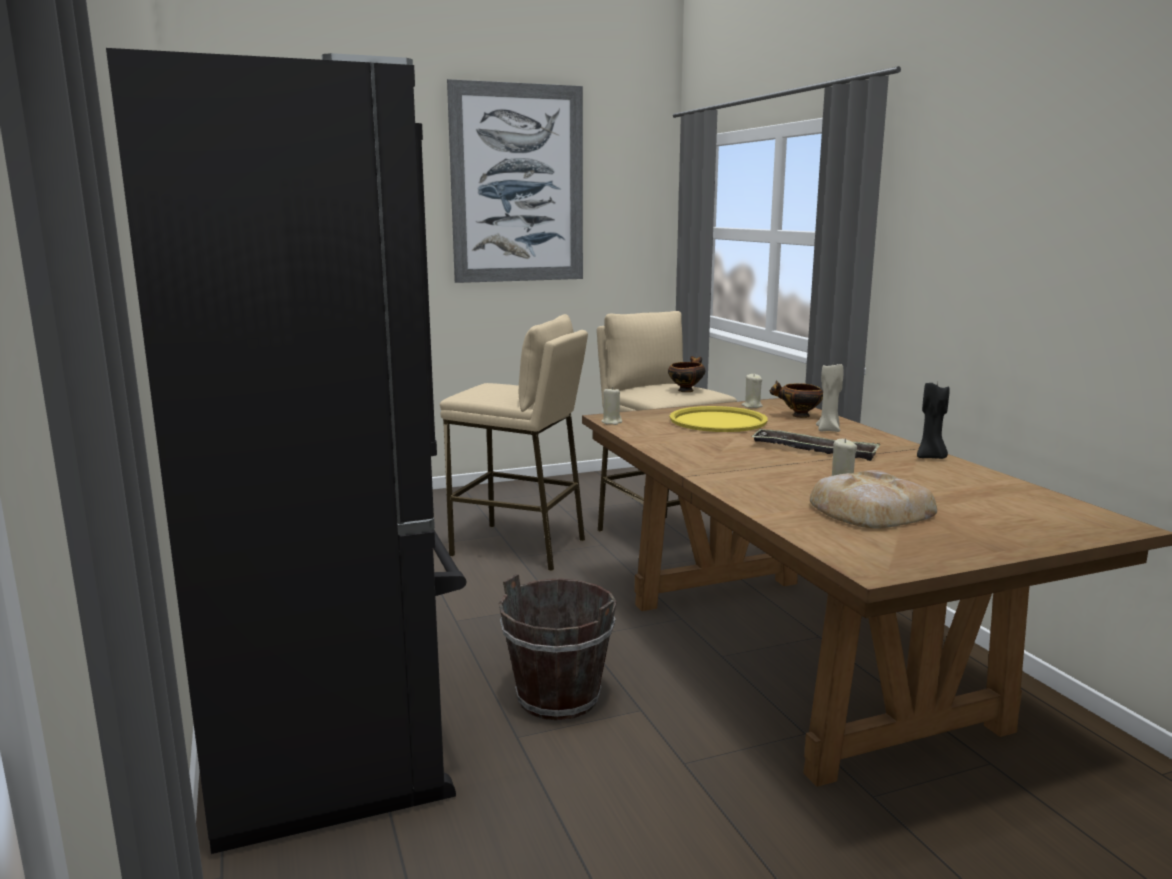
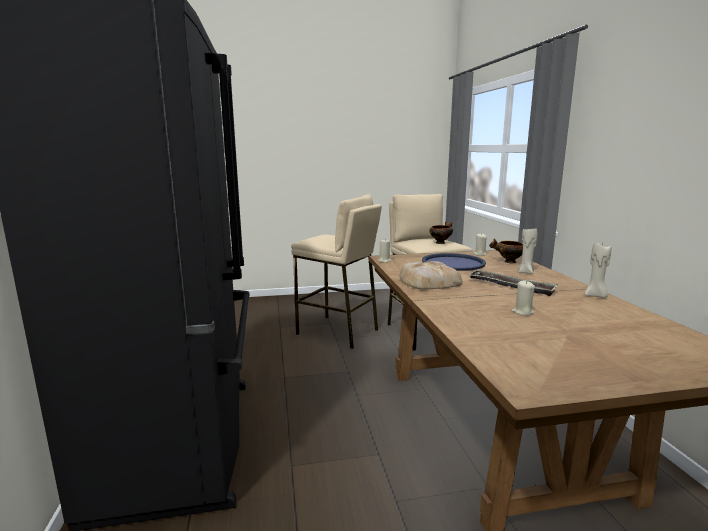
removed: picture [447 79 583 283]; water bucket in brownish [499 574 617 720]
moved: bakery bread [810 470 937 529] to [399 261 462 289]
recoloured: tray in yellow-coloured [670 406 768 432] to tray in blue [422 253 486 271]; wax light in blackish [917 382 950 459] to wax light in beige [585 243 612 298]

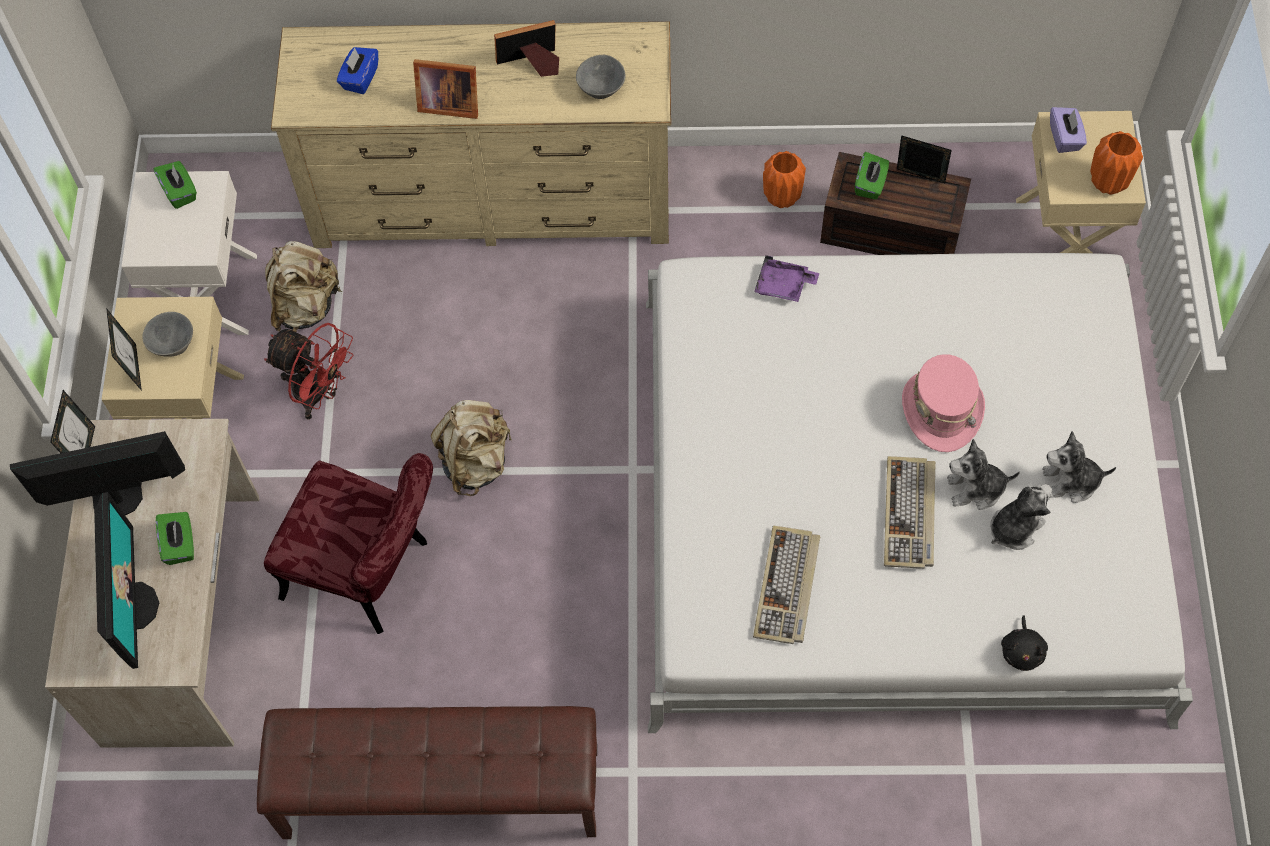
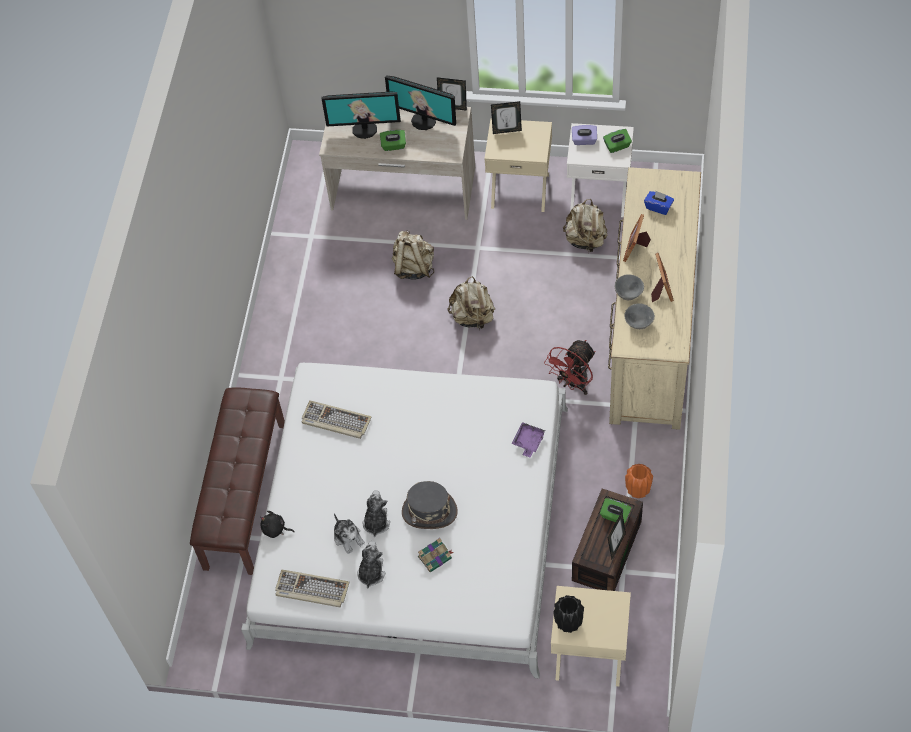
added: book [418 538 454 572]
moved: bowl in greyish [142 312 193 357] to [615 274 644 300]; bench in brownish [257 706 597 839] to [190 387 285 575]; fan in red-coloured [264 323 354 420] to [544 340 596 395]; computer keyboard [884 456 936 569] to [275 570 349 607]; tissue holder in purple [1050 107 1087 153] to [572 125 597 145]
replaced: chair in red-coloured [264 453 433 634] to backpack in beige [392 230 434 280]
recoloured: hat in pink-coloured [902 354 985 452] to hat in greyish [402 481 458 529]; flower vase in orange-coloured [1090 131 1143 195] to flower vase in blackish [554 595 584 633]
turned: computer display [10 431 185 515] = [385 75 456 130] 120 degrees clockwise

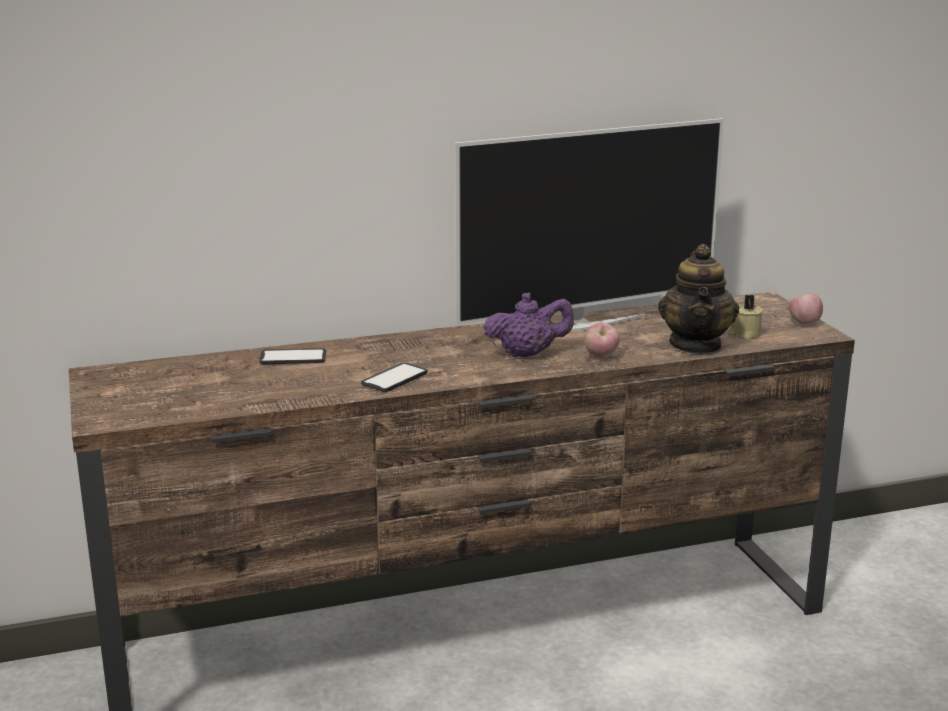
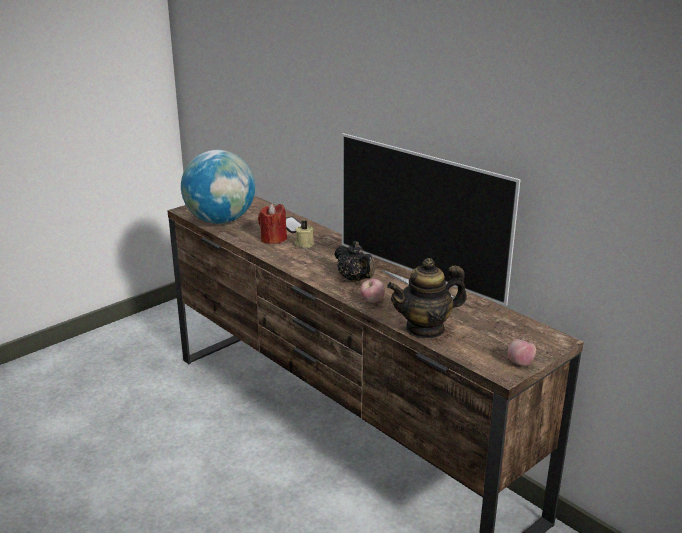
removed: phone [361 363 428 392]
added: world globe [181 150 255 224]; wax light in red-coloured [258 204 287 244]
moved: wax light in beige [728 294 763 339] to [295 220 314 248]
recoloured: teapot in purple [483 293 574 357] to teapot in blackish [334 241 375 282]

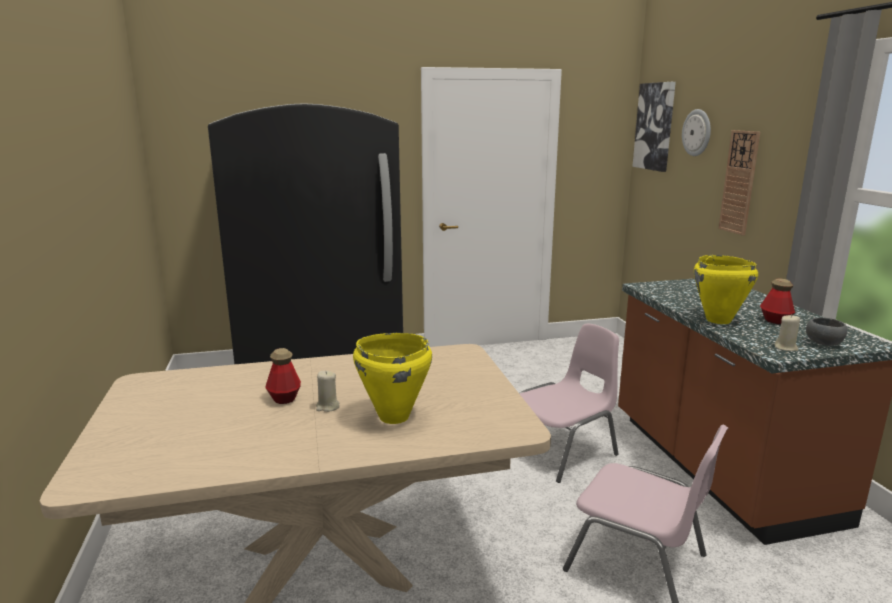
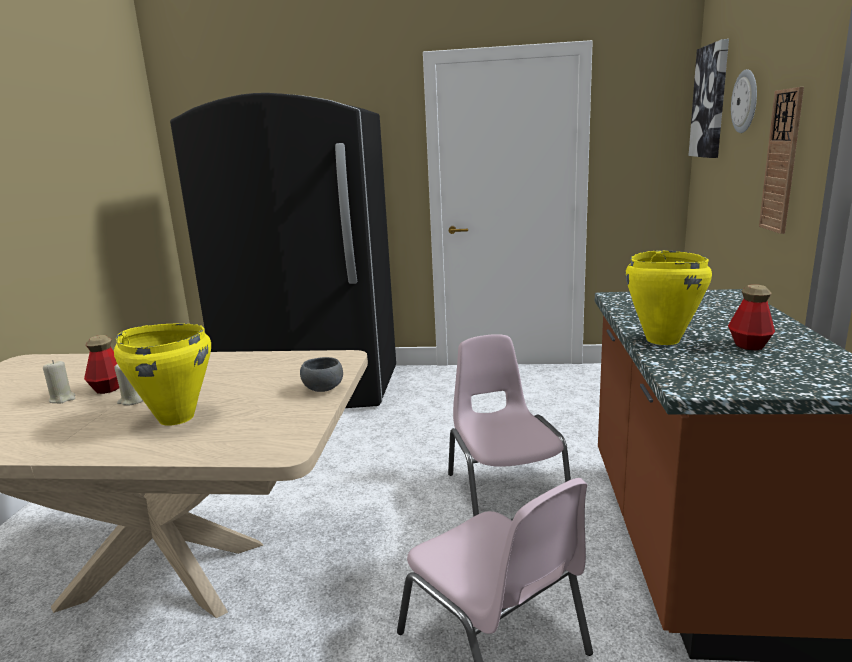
moved: wax light in beige [774 315 800 351] to [43 360 75 404]; bowl in greyish [806 318 847 346] to [300 357 343 392]
turned: chair in pink-coloured [519 324 619 483] = [448 334 571 517] 90 degrees counterclockwise

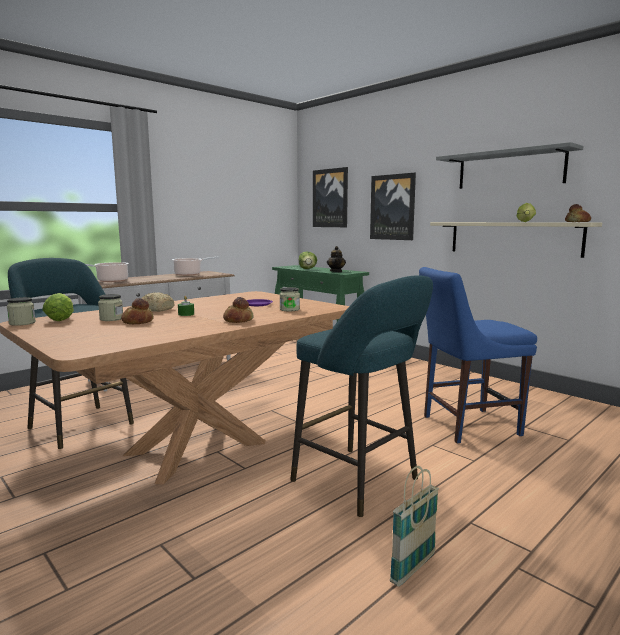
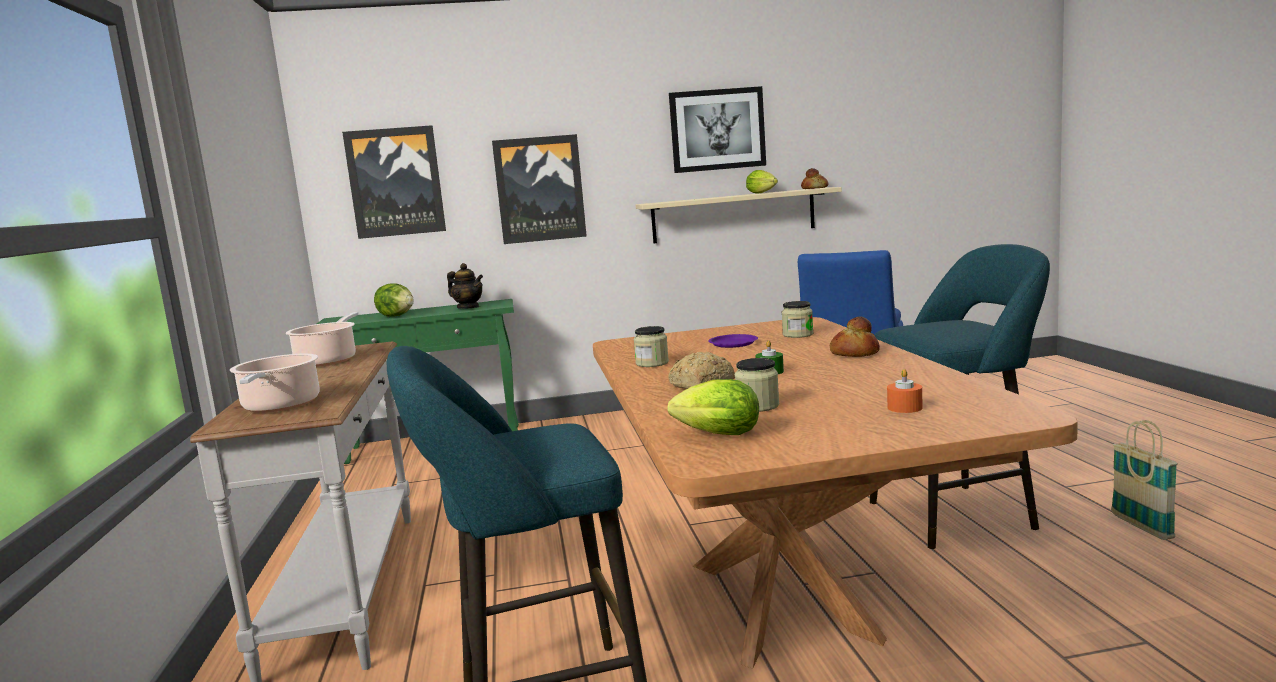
removed: bakery bread [121 298 154 324]
added: wax light in orange-coloured [887 369 923 413]
moved: jar [7 297 36 326] to [634 326 669 367]
replaced: bracket shelf in greyish [436 142 583 189] to picture [669 86 766 173]

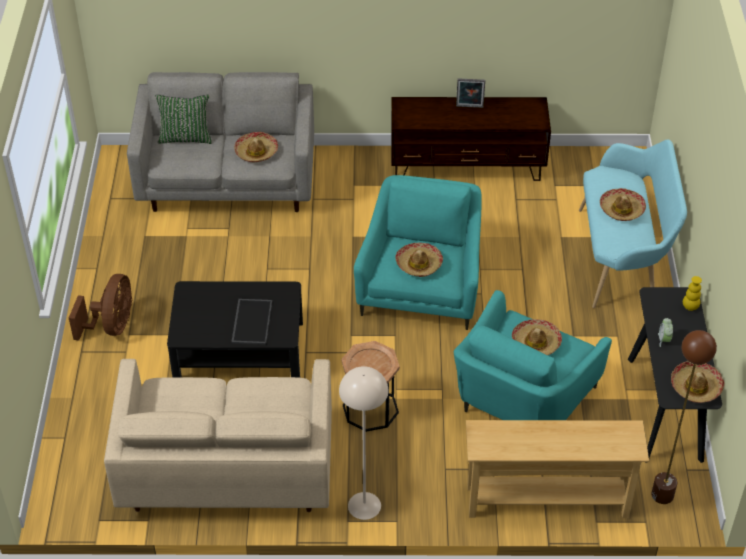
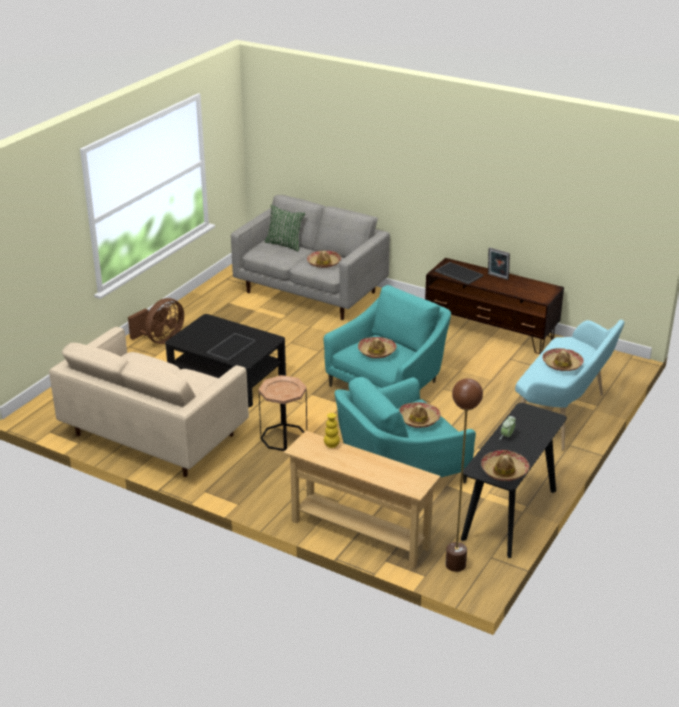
removed: standing lamp in beige [339 366 388 520]
added: tray [435 262 484 285]
moved: flower vase in yellow-coloured [683 276 702 311] to [324 413 340 448]

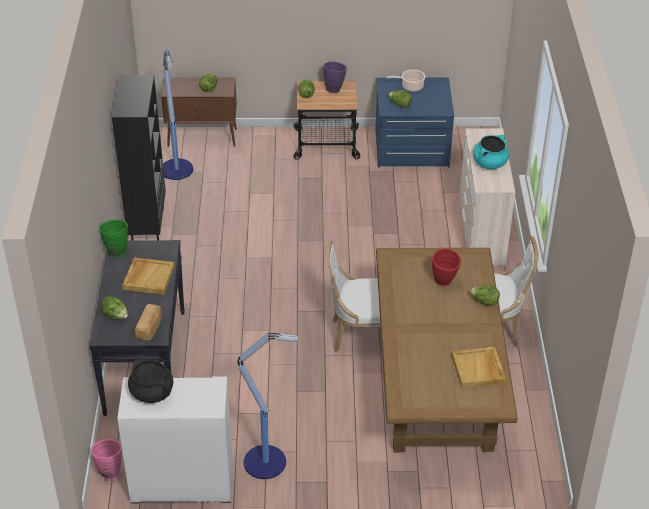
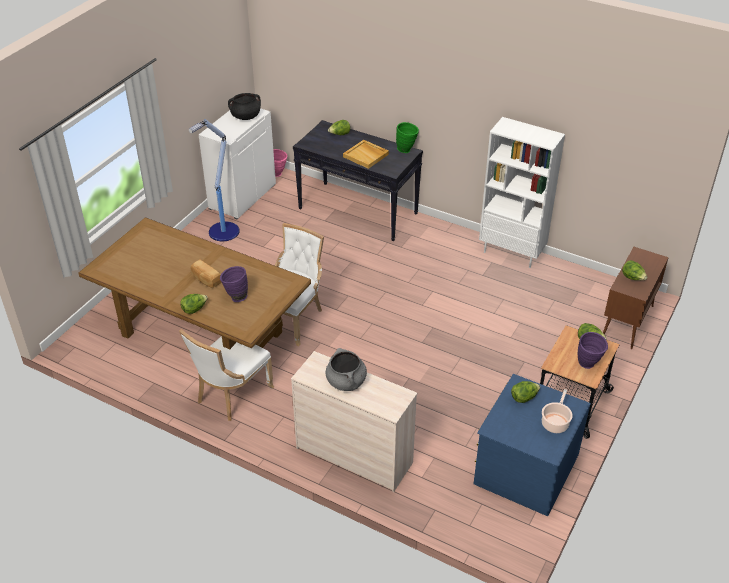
removed: standing lamp [163 50 193 180]; tray in beige [452 347 506 388]
moved: bakery bread [135 304 162 341] to [191 260 221 288]
recoloured: shelving unit in blackish [112 75 166 240] to shelving unit in white-coloured [479 117 565 268]; flower vase in red-coloured [432 248 461 287] to flower vase in purple [220 266 248 302]; cooking pot in blue-green [473 135 509 169] to cooking pot in greyish [326 348 367 391]

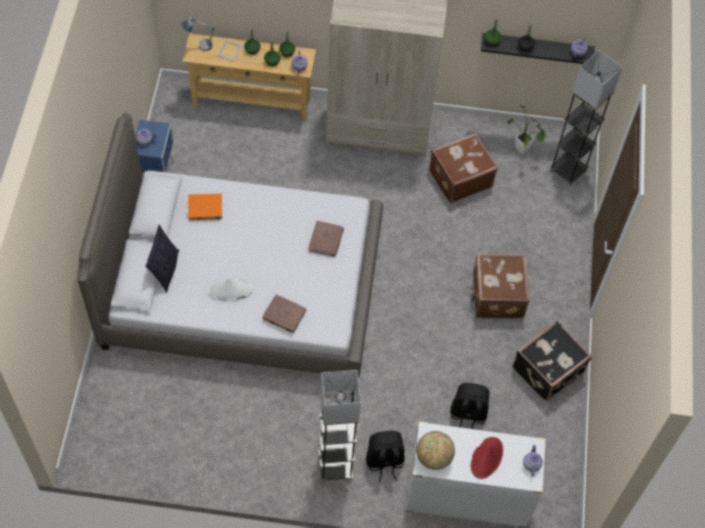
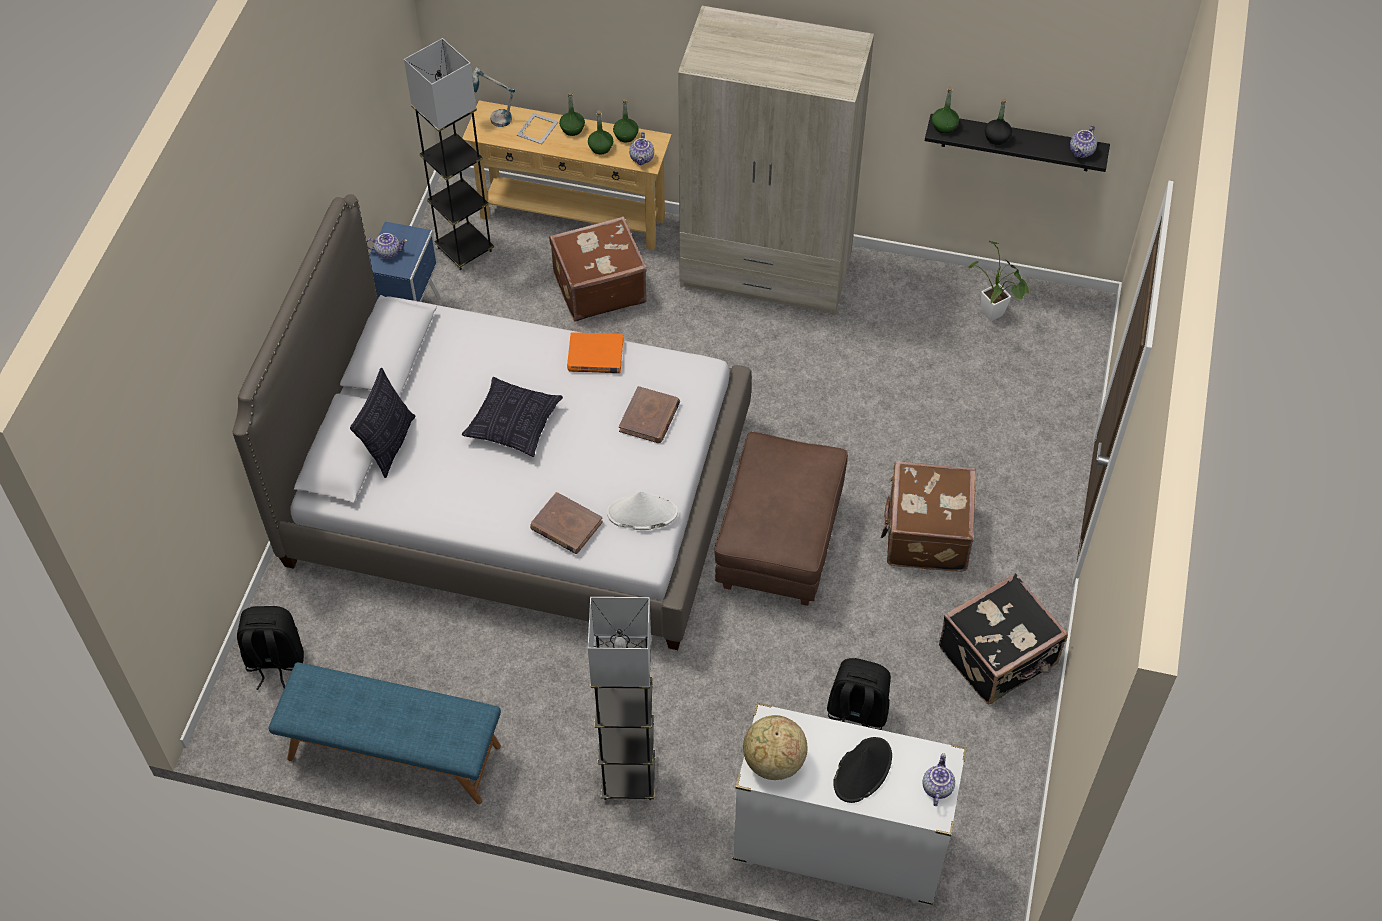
added: bench in blue [268 662 501 804]; cushion [462 377 563 457]; footrest in brownish [714 431 848 606]
moved: book in orange-coloured [188 194 222 220] to [567 332 623 373]; hat in white-coloured [209 278 253 301] to [607 491 678 530]; backpack in blackish [366 431 405 482] to [237 606 304 690]; travel case in brownish [429 133 498 203] to [549 216 647 322]; standing lamp in greyish [550 50 623 185] to [404 38 494 270]
recoloured: hat in red-coloured [470 437 503 479] to hat in blackish [833 737 892 803]

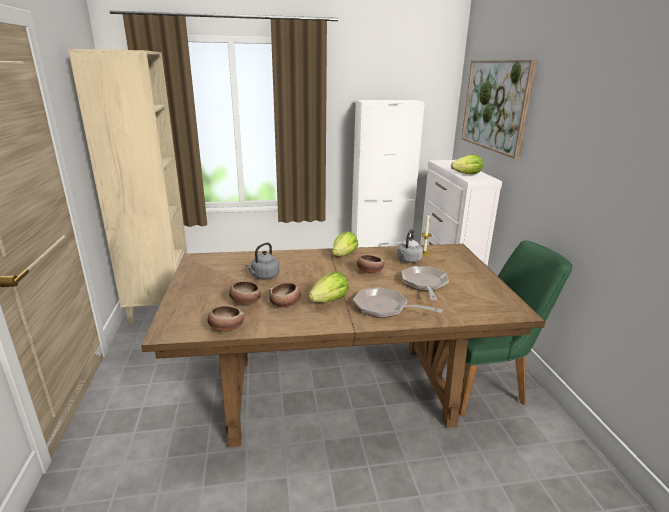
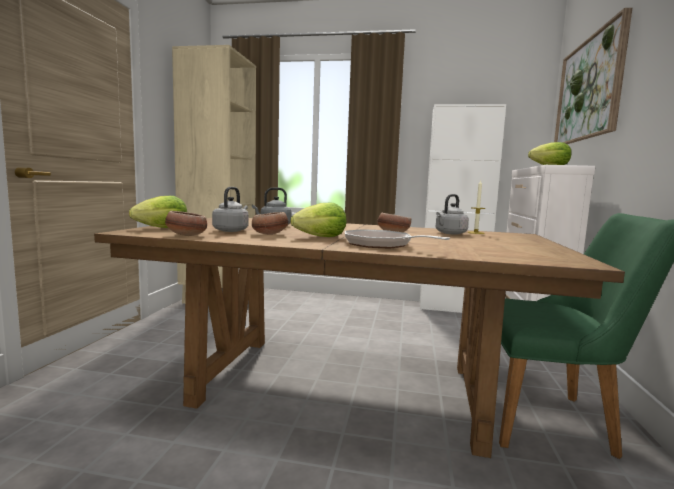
removed: pan [402 266 449 301]
moved: lettuce [332 231 358 256] to [129 196 187 228]
replaced: bowl [229 281 261 305] to tea kettle in greyish [212 187 249 232]

